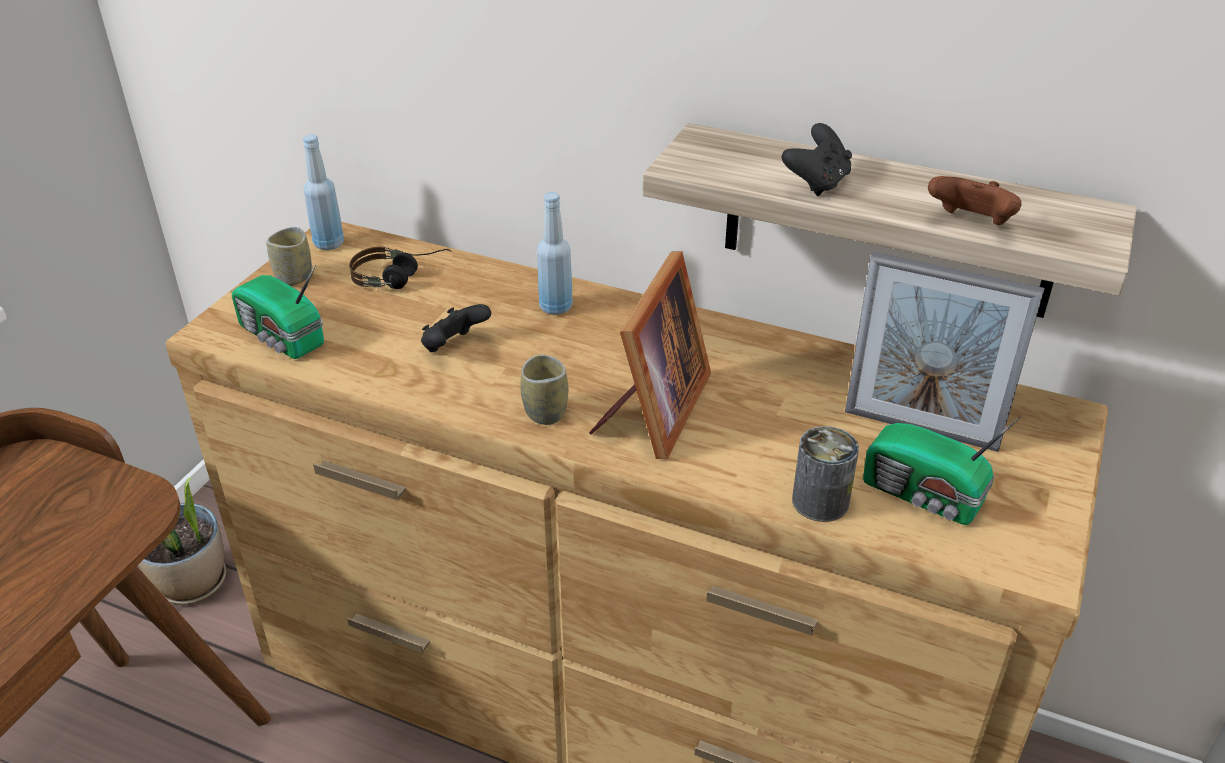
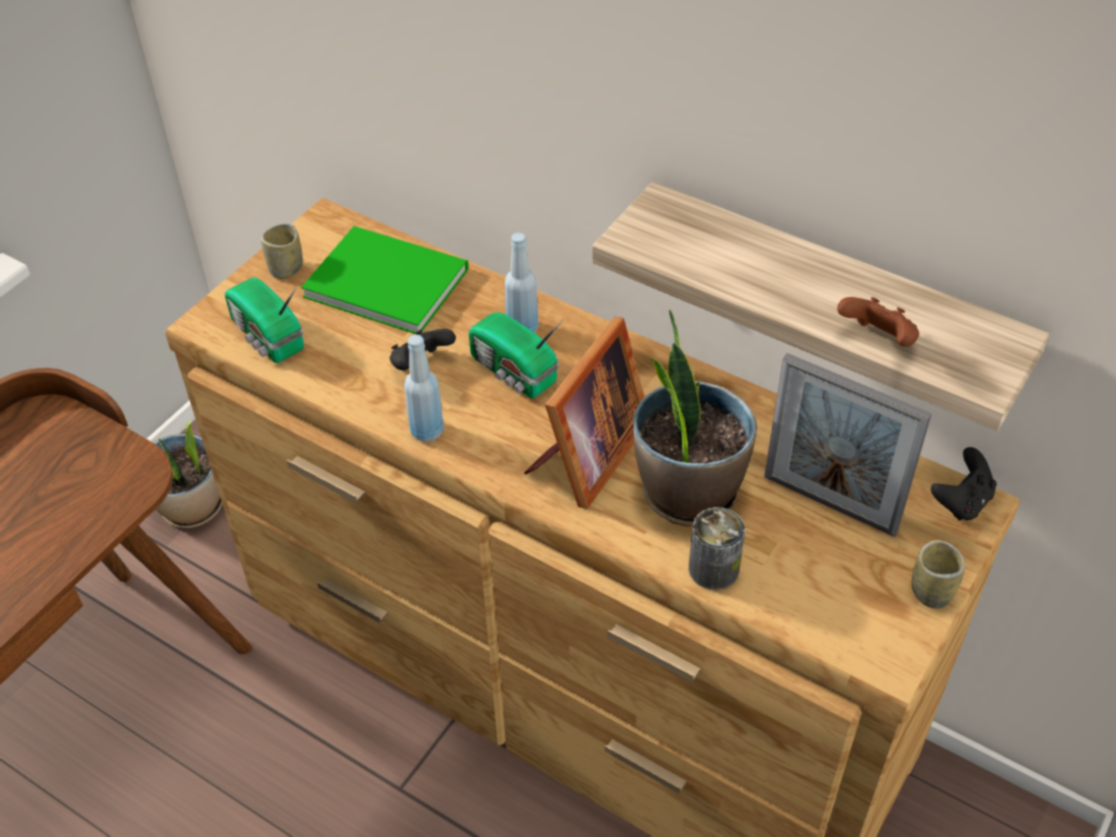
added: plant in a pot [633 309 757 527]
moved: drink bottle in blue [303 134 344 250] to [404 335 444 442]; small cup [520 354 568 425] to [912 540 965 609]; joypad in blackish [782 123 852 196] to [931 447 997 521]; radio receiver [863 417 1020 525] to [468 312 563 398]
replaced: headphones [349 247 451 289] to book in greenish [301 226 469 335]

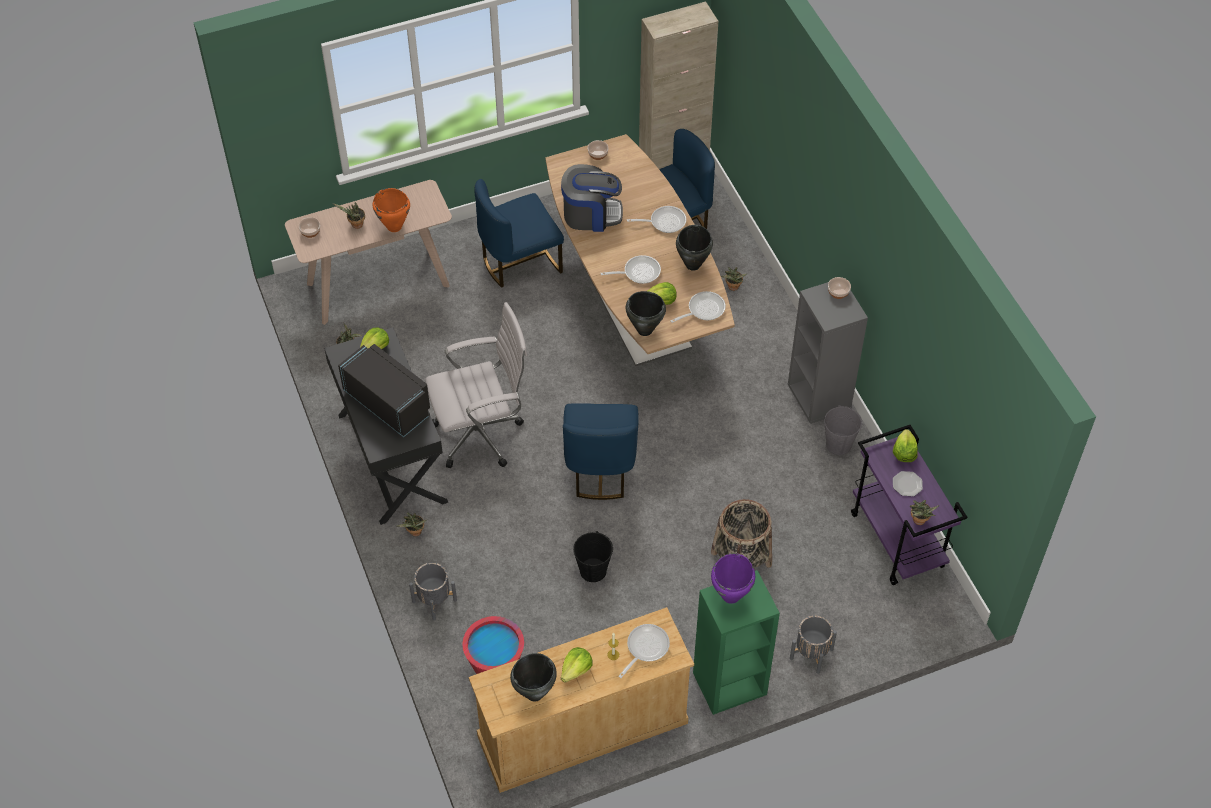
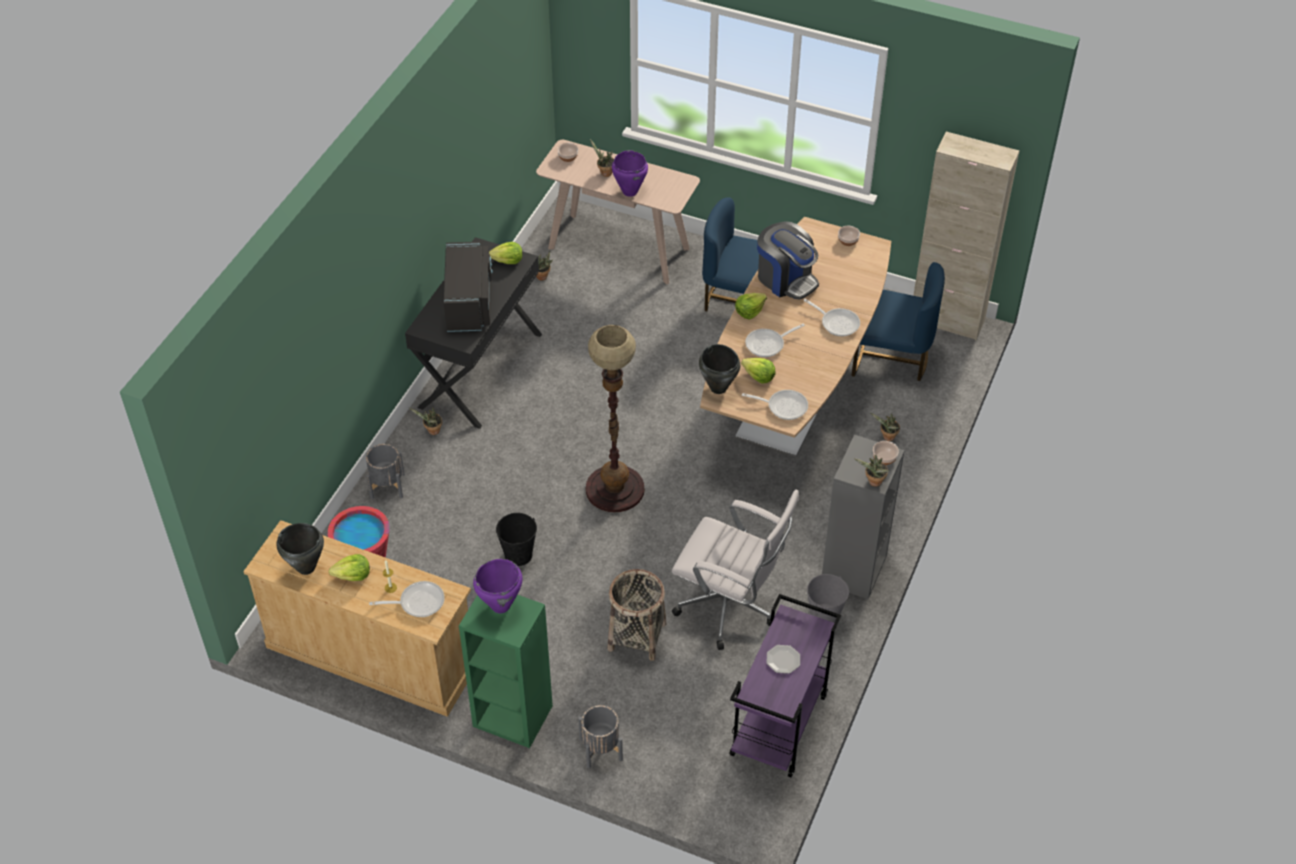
removed: cooking pot in blackish [676 225 713 271]
moved: office chair in white-coloured [425 302 527 468] to [672 489 799 650]; lettuce [893 429 918 462] to [735 293 767 320]; plant in a pot [910 500 940 525] to [854 455 890 487]
replaced: chair in blue [563 403 639 500] to standing lamp [586 325 645 512]
recoloured: cooking pot in orange-coloured [373 188 410 232] to cooking pot in purple [612 150 648 197]
turned: pan [600 255 661 284] = [745 324 805 357] 120 degrees clockwise

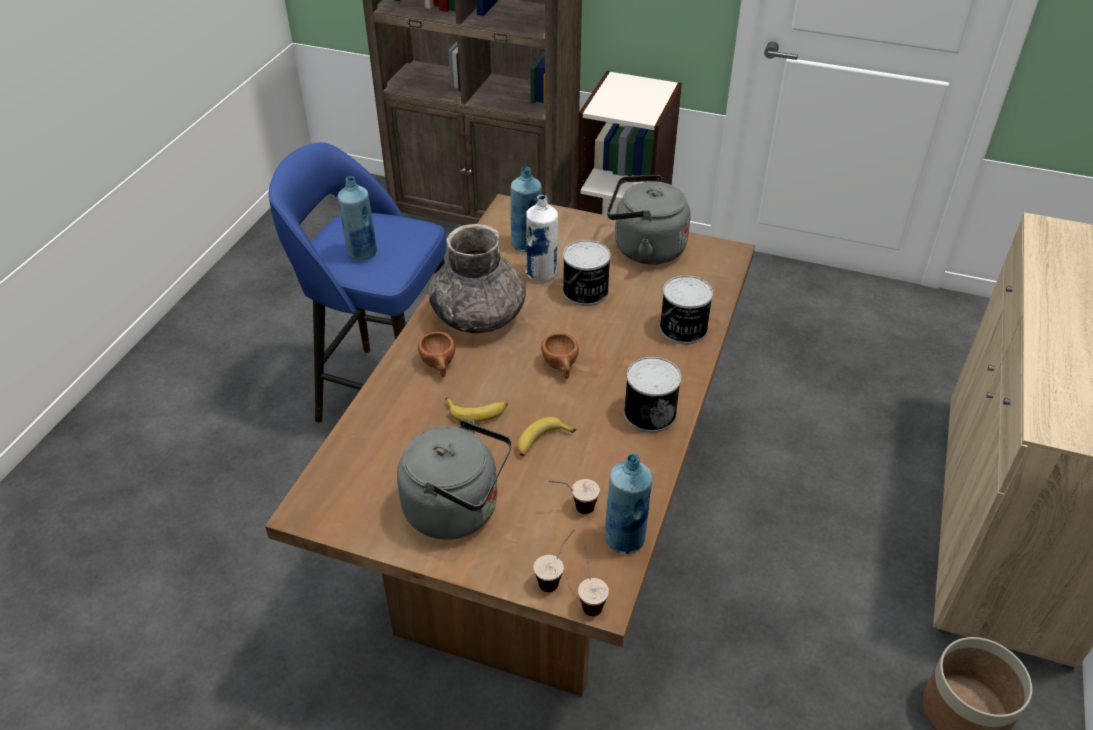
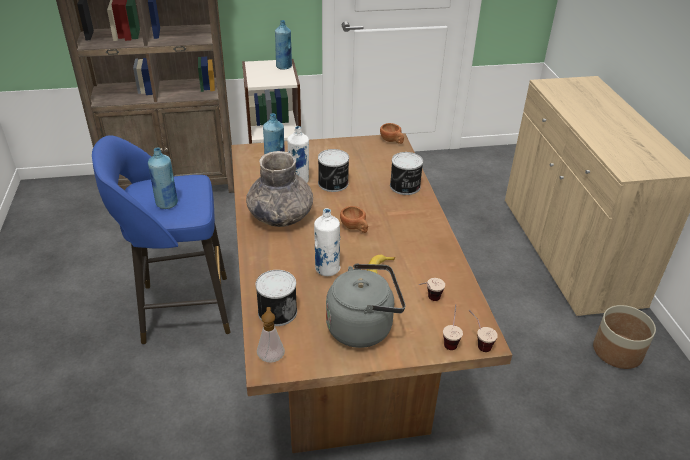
removed: tea kettle in greyish [607 175 691 265]
added: soap dispenser [257 307 285 362]
moved: small cup in brownish [418 332 455 377] to [380 123 404 144]; drink bottle in blue [605 454 653 554] to [275 20 292 70]; metal can [624 357 681 433] to [255 270 297 326]
replaced: whole banana [445 397 508 423] to drink bottle in white-coloured [314 208 340 276]

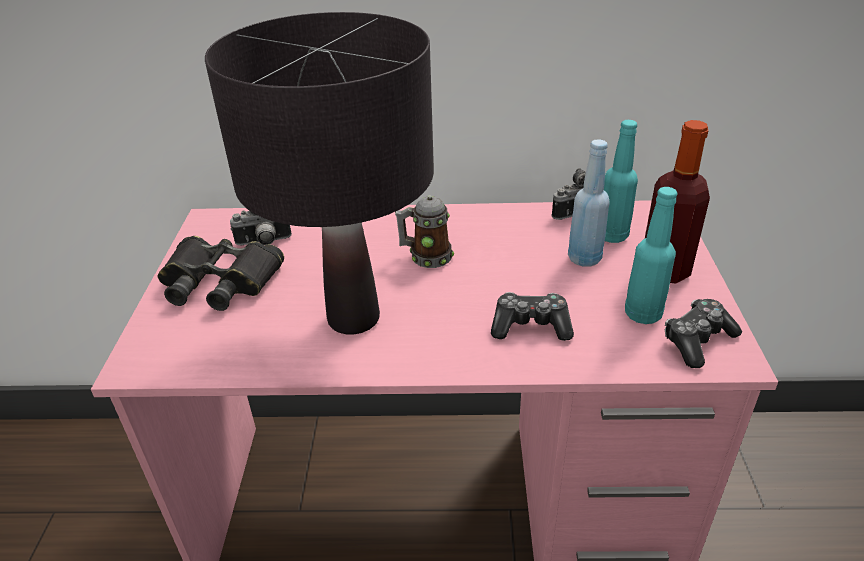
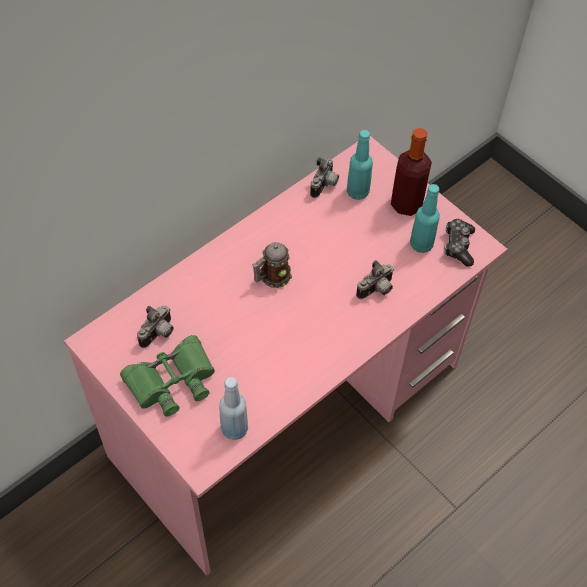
removed: lamp for a table in blackish [205 12 434 334]
moved: drink bottle in blue [568 139 610 267] to [219 377 248 440]
replaced: joypad [491 292 574 341] to photo camera [356 260 394 299]
recoloured: field glasses in blackish [158 236 284 311] to field glasses in greenish [120 335 215 417]

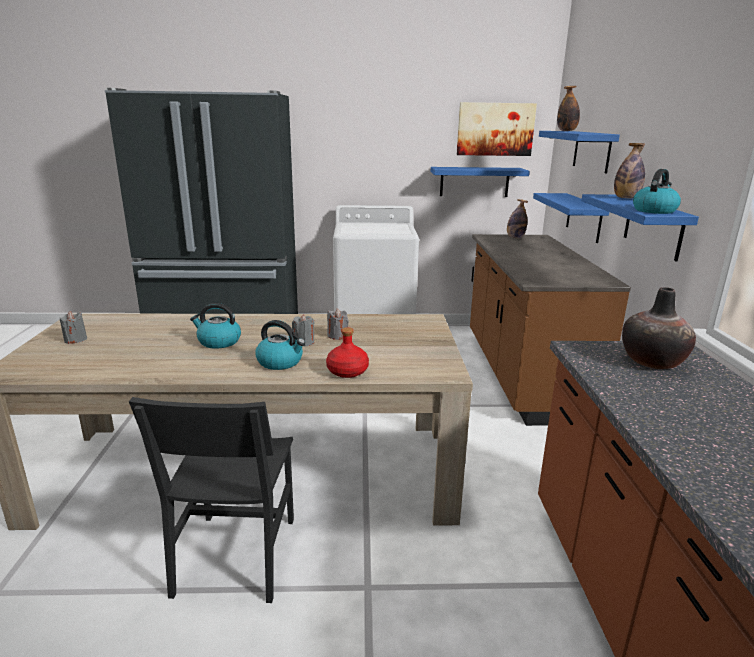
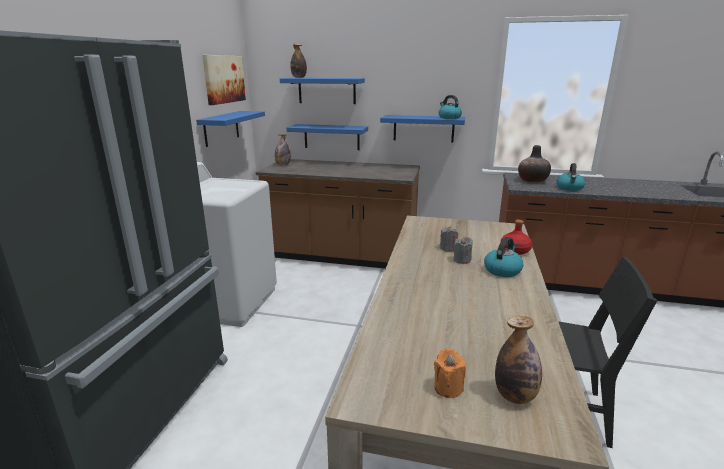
moved: tea kettle [190 303 241 349] to [556 163 585 191]; drink bottle [614 143 645 199] to [495 316 542 404]
recoloured: wax light in greyish [60 311 87 344] to wax light in orange-coloured [434 349 466 398]

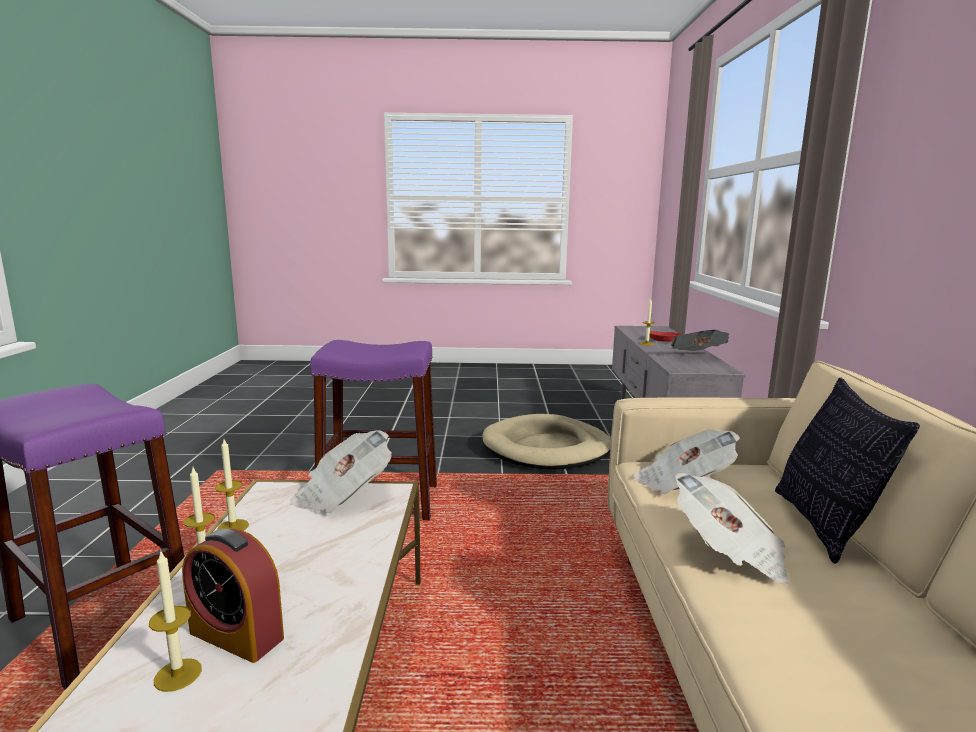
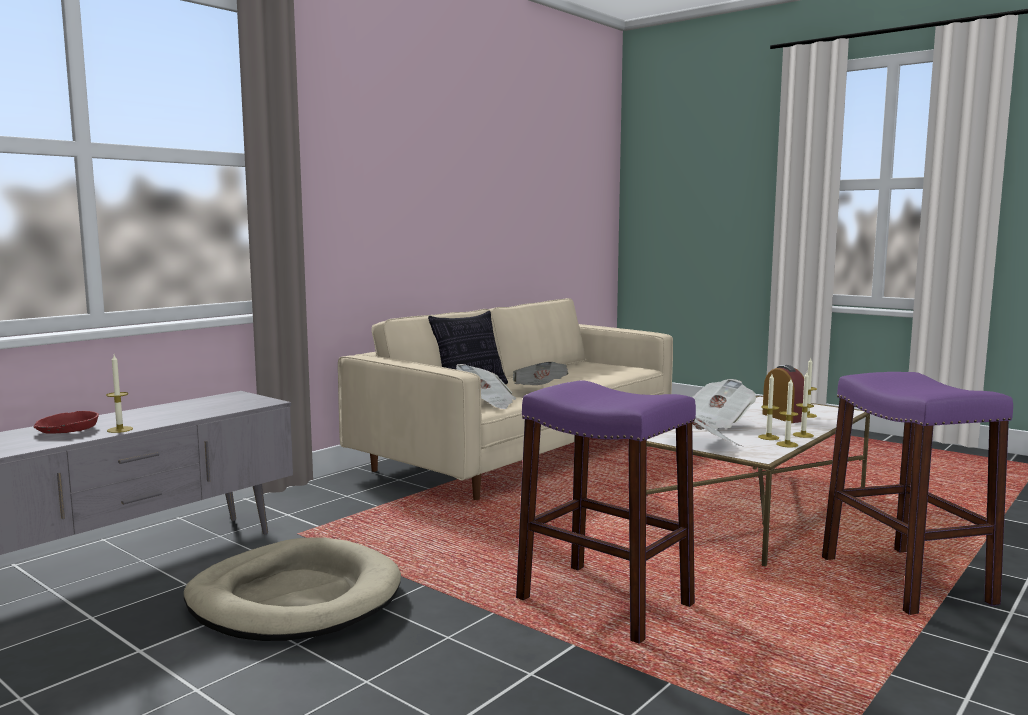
added: wax light [758 374 779 440]
moved: printed paper [671 330 729 351] to [692 379 756 429]

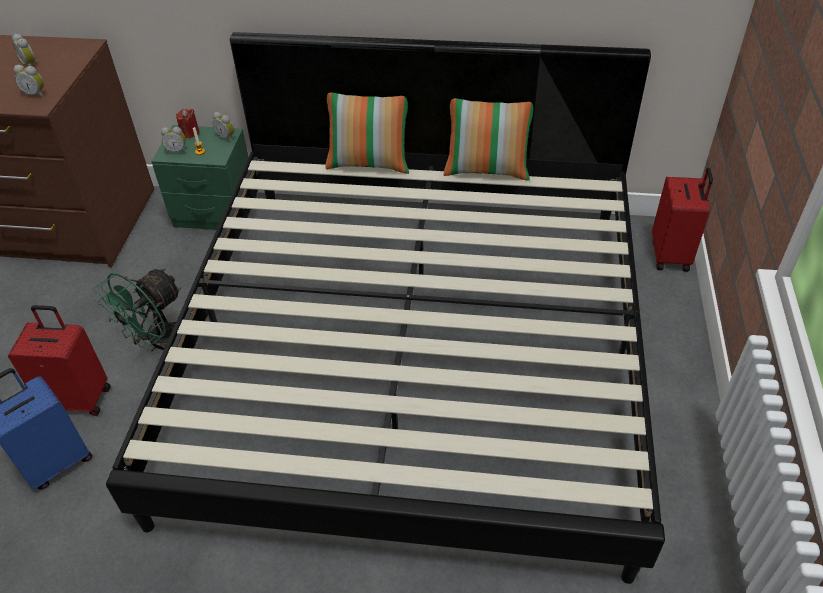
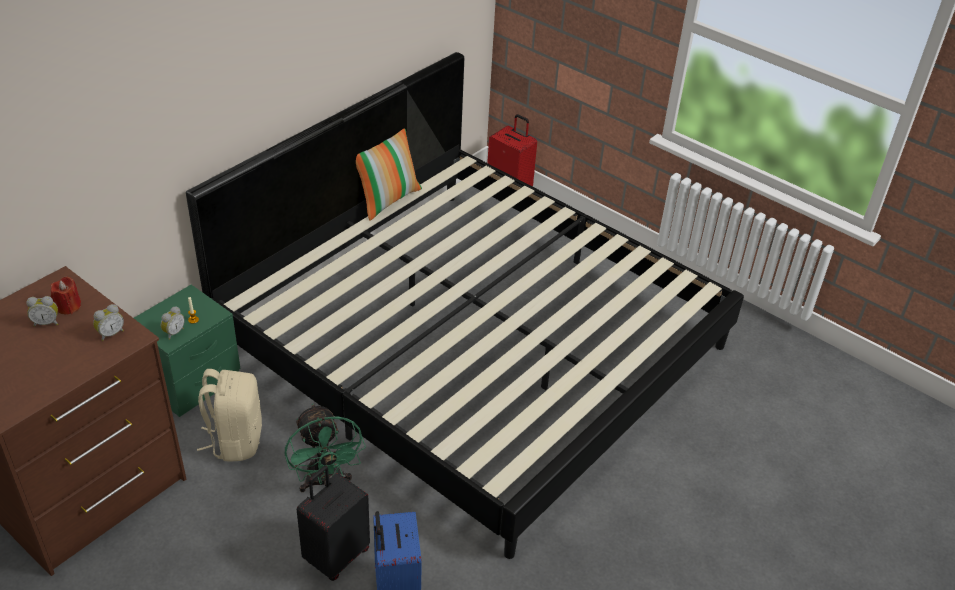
removed: bedside clock [213 112 235 142]; cushion [325 92 409 174]
added: backpack in beige [197 369 262 462]
moved: wax light in red-coloured [176 109 200 138] to [51 277 81 314]
recoloured: travel case in red-coloured [8 305 110 416] to travel case in blackish [297 466 370 581]

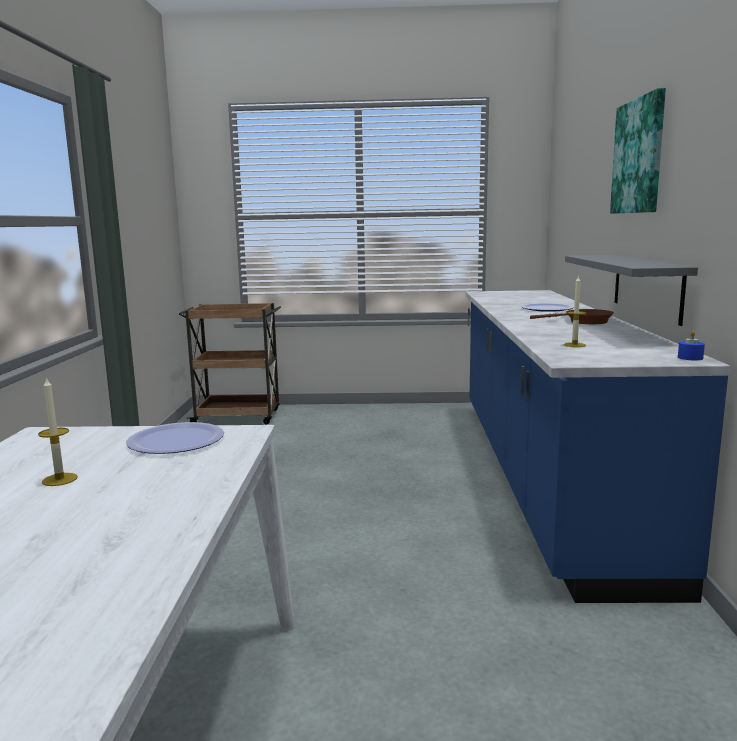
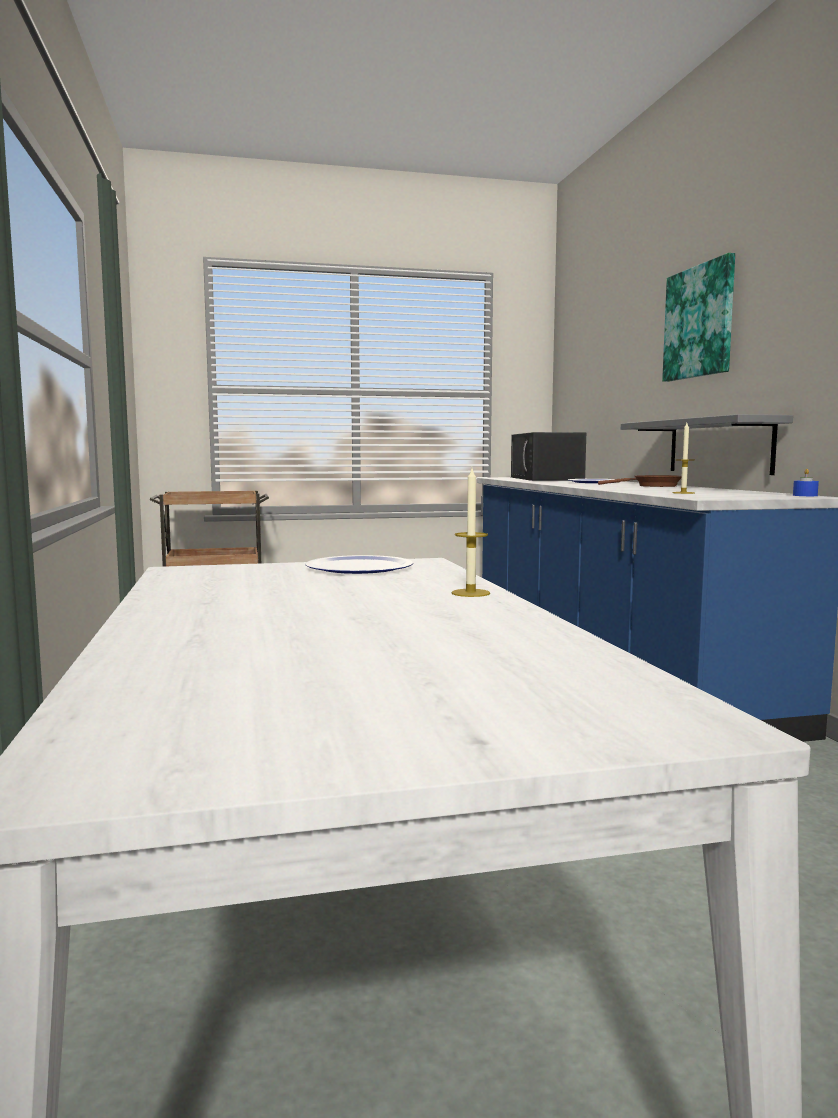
added: kitchen microwave in blackish [511 432 586 481]
moved: wax light [38 377 78 486] to [452 469 490 597]

